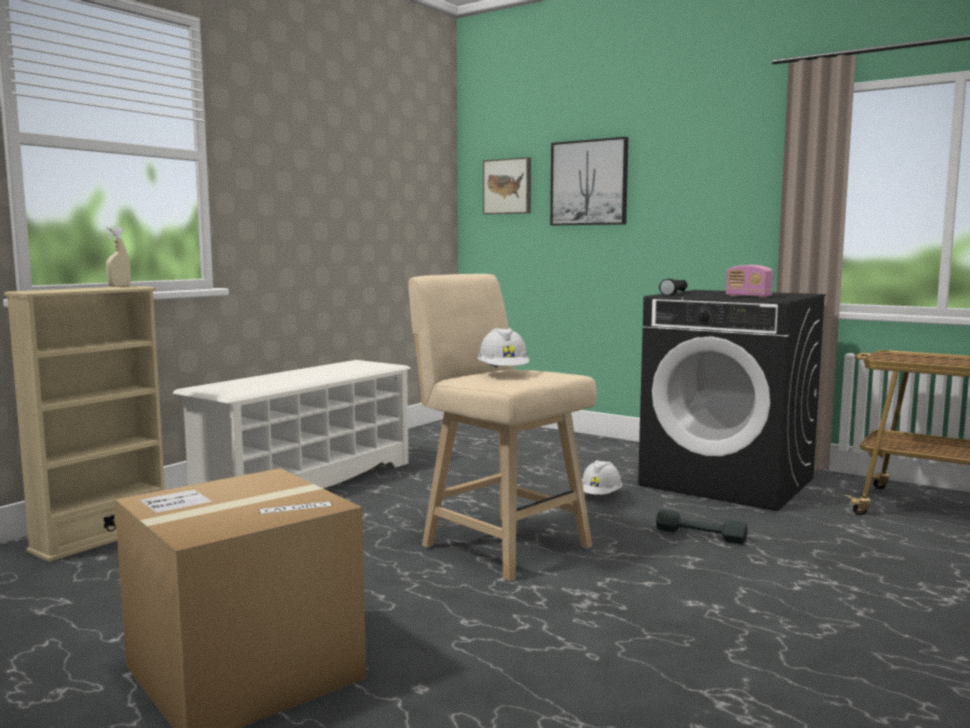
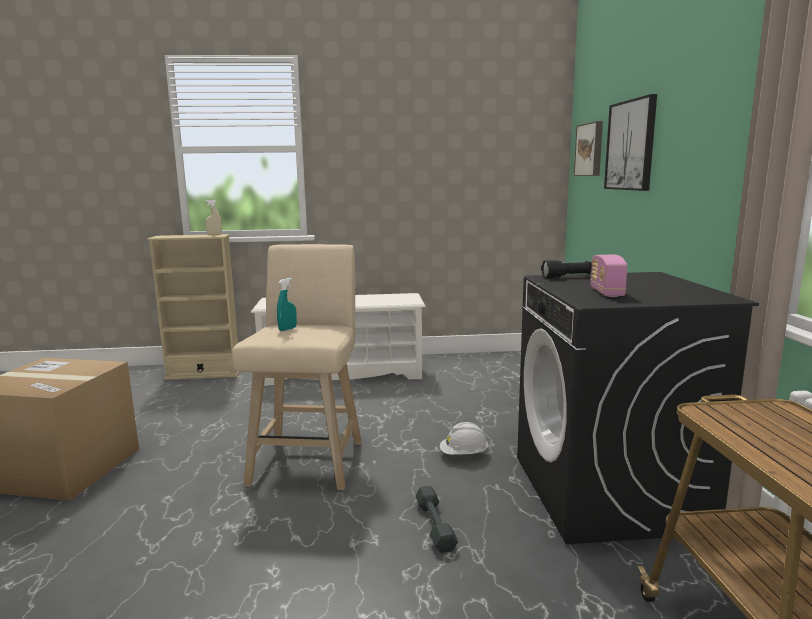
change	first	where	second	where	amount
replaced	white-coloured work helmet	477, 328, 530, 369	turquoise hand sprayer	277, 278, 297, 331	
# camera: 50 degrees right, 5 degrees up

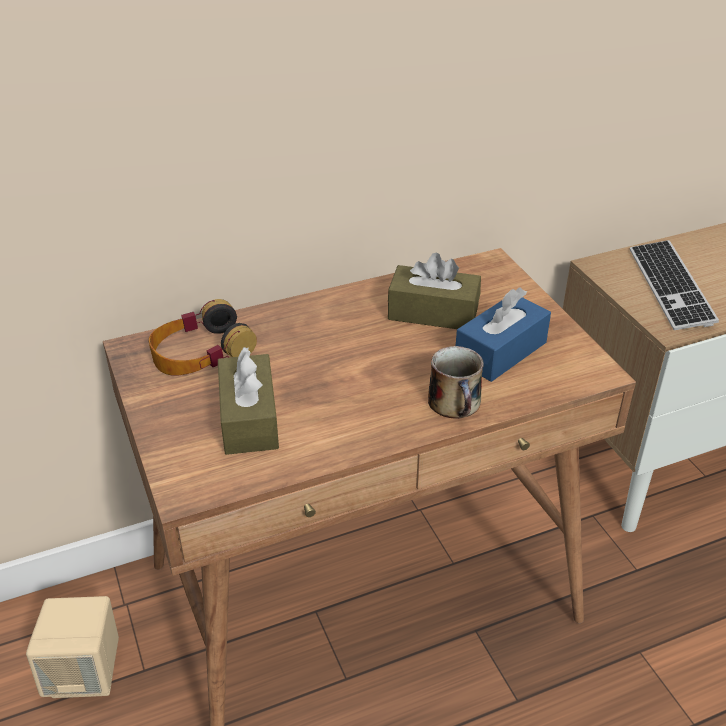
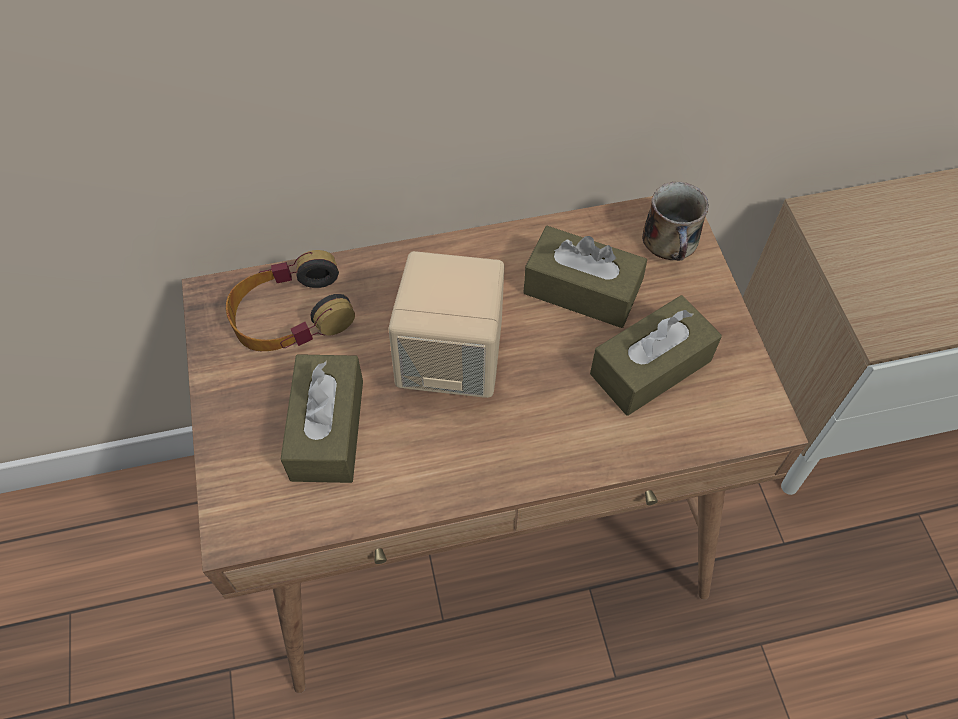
change	first	where	second	where	amount
removed	keyboard	630, 240, 719, 330			
moved	beige speaker	26, 596, 119, 698		389, 251, 505, 398	
moved	tea mug	428, 346, 484, 419		642, 182, 709, 261	
recoloured	blue tissue holder	456, 287, 551, 382	brown-coloured tissue holder	590, 295, 722, 416	
# camera: 10 degrees right, 20 degrees up

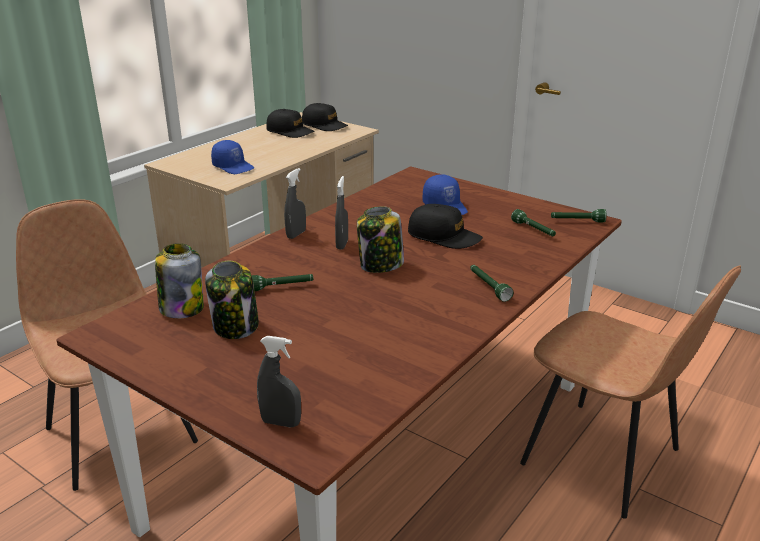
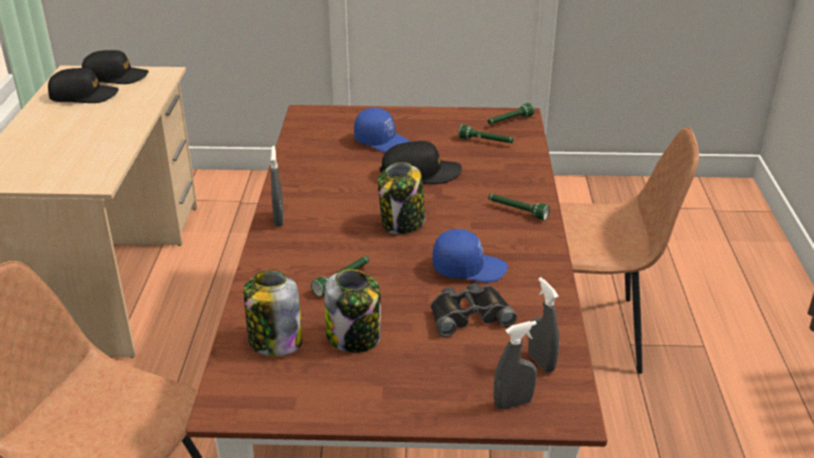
change	first	where	second	where	amount
added			black pair of binoculars	431, 283, 517, 337	
moved	blue baseball cap	211, 140, 254, 174		432, 229, 508, 282	
moved	grey hand sprayer	335, 176, 348, 249		528, 277, 559, 373	
# camera: 35 degrees left, 5 degrees up

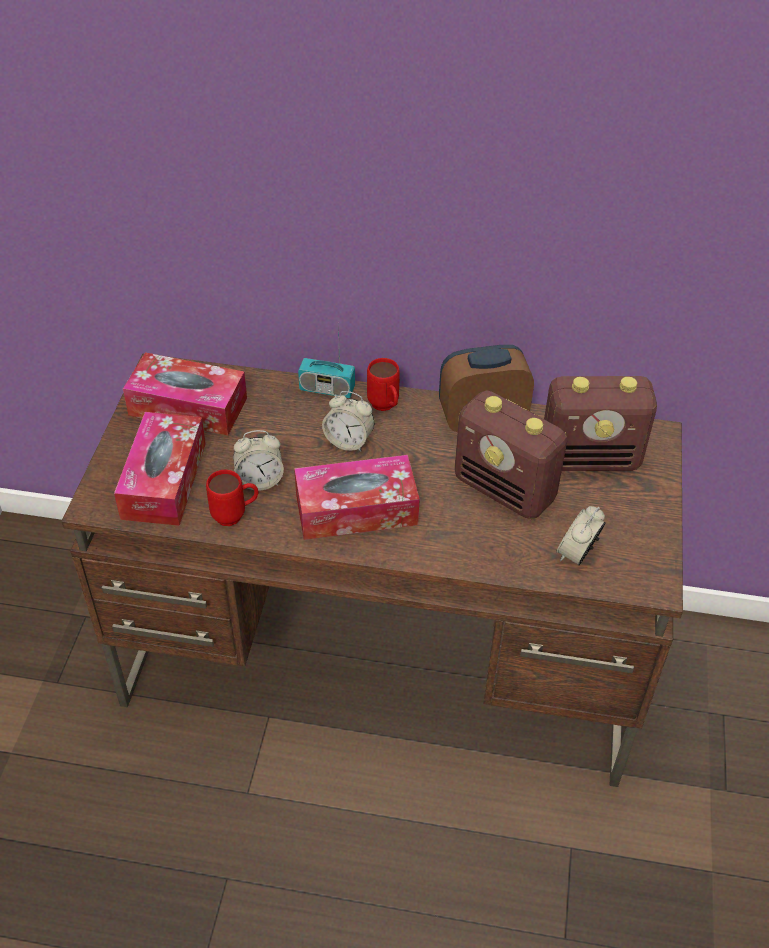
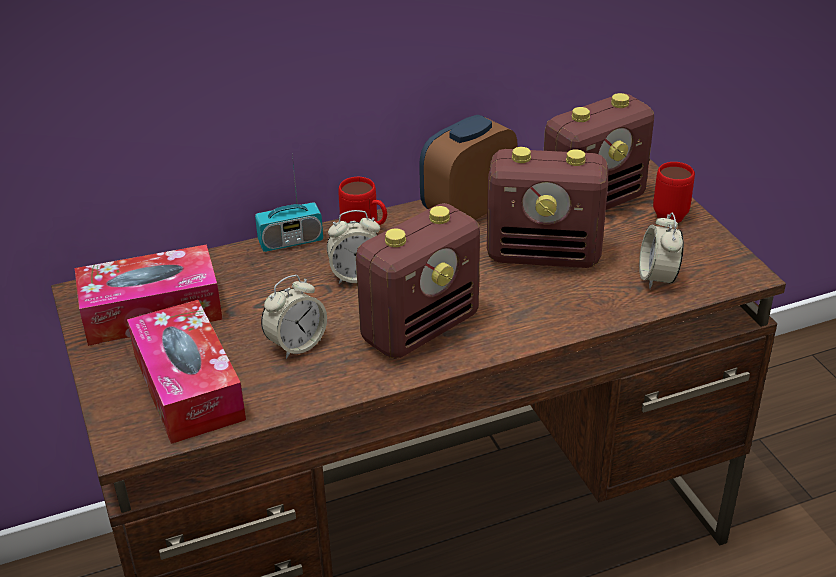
change	first	where	second	where	amount
moved	red tea mug	206, 470, 258, 526		653, 162, 695, 223	
replaced	tissue holder	294, 455, 420, 540	radio receiver	356, 203, 480, 359	
# camera: 30 degrees left, 10 degrees down

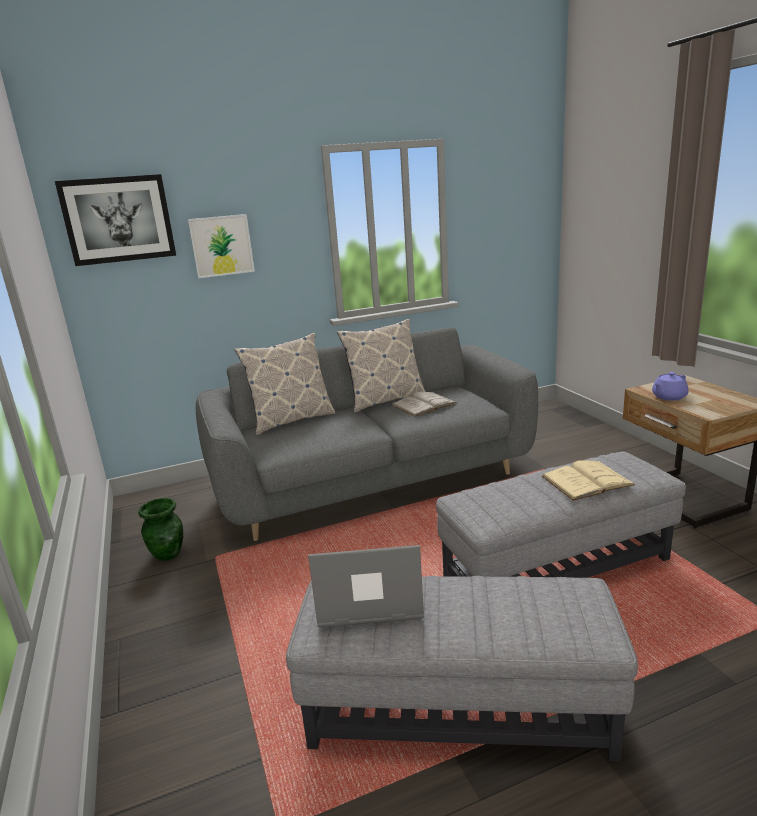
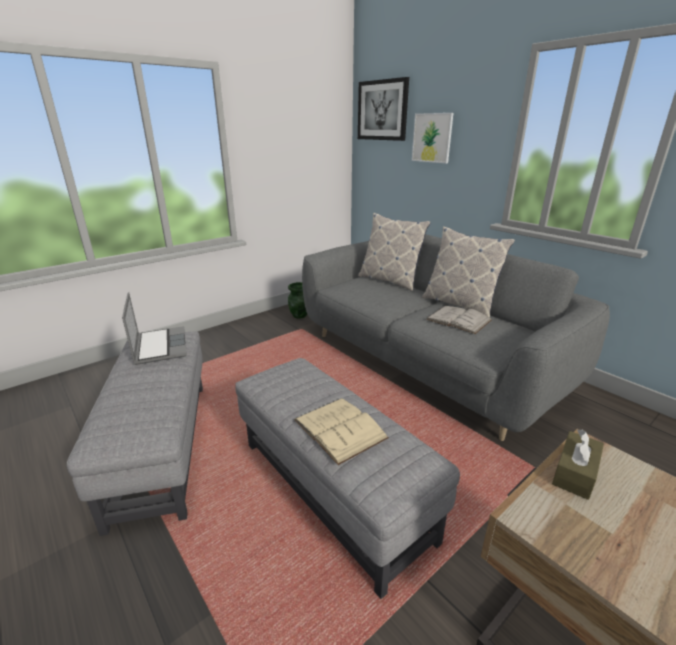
change	first	where	second	where	amount
replaced	purplish teapot	652, 372, 689, 401	brown-coloured tissue holder	552, 430, 604, 500	
# camera: 70 degrees right, 5 degrees up

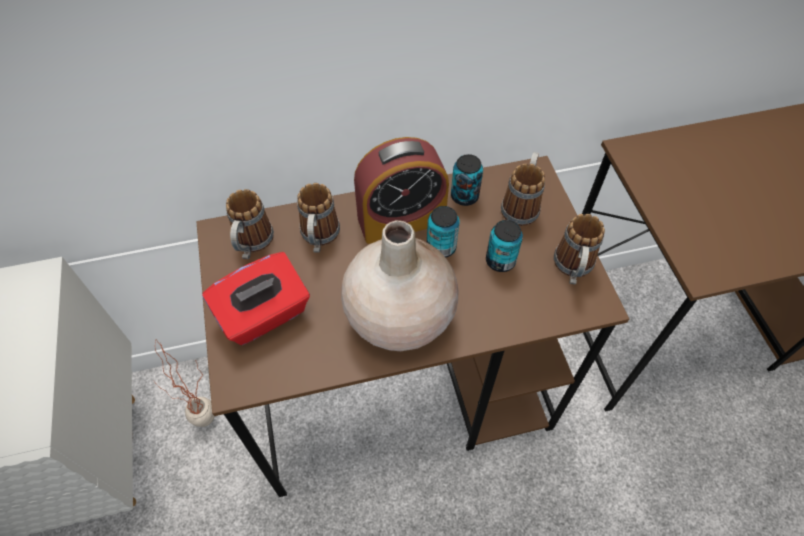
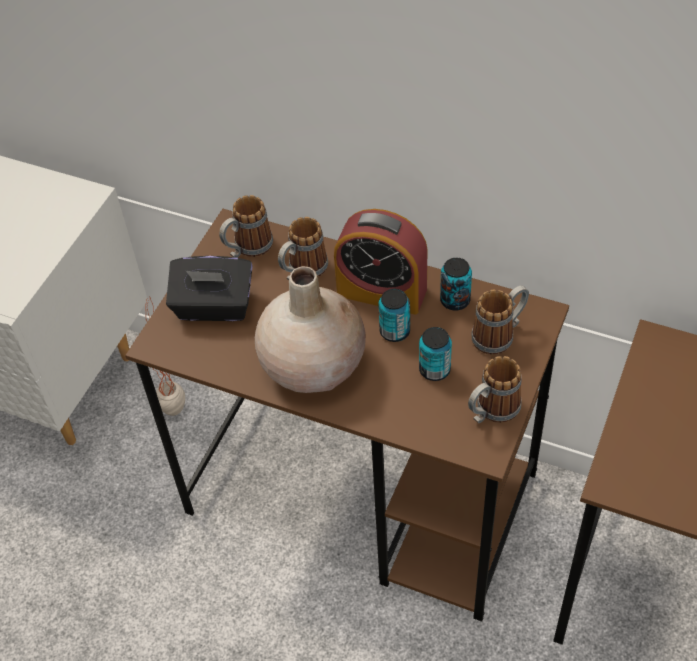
change	first	where	second	where	amount
recoloured	red tissue holder	202, 252, 310, 345	black tissue holder	166, 256, 253, 321	
# camera: 40 degrees right, 5 degrees down

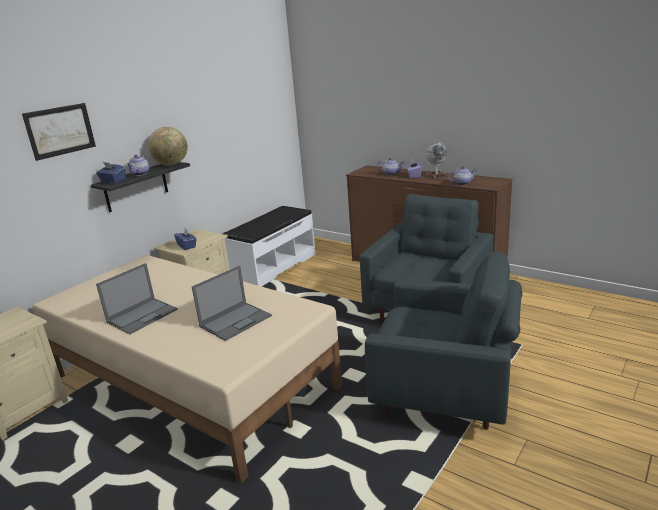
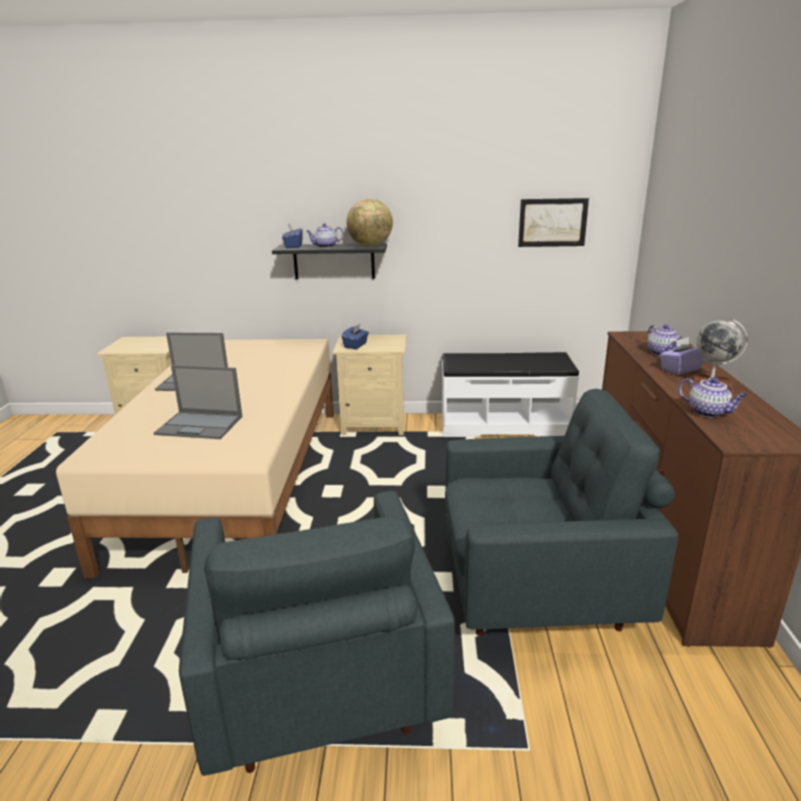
change	first	where	second	where	amount
moved	picture	22, 103, 96, 161		518, 198, 589, 247	
# camera: 55 degrees right, 0 degrees up

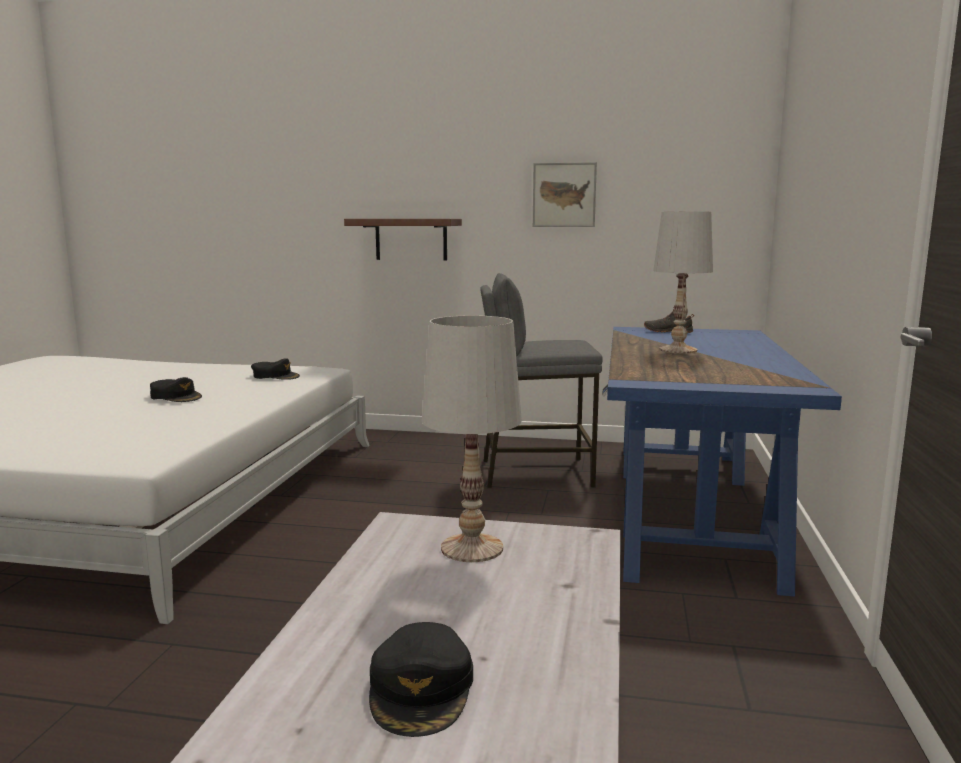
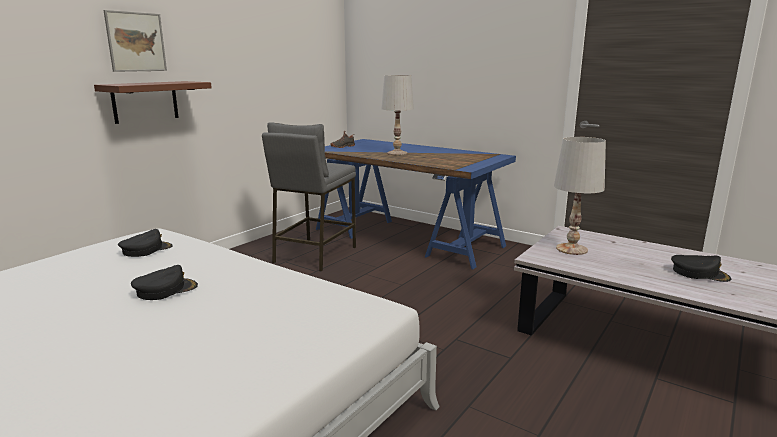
change	first	where	second	where	amount
moved	picture	533, 162, 597, 227		103, 10, 167, 72	
# camera: 65 degrees left, 5 degrees up

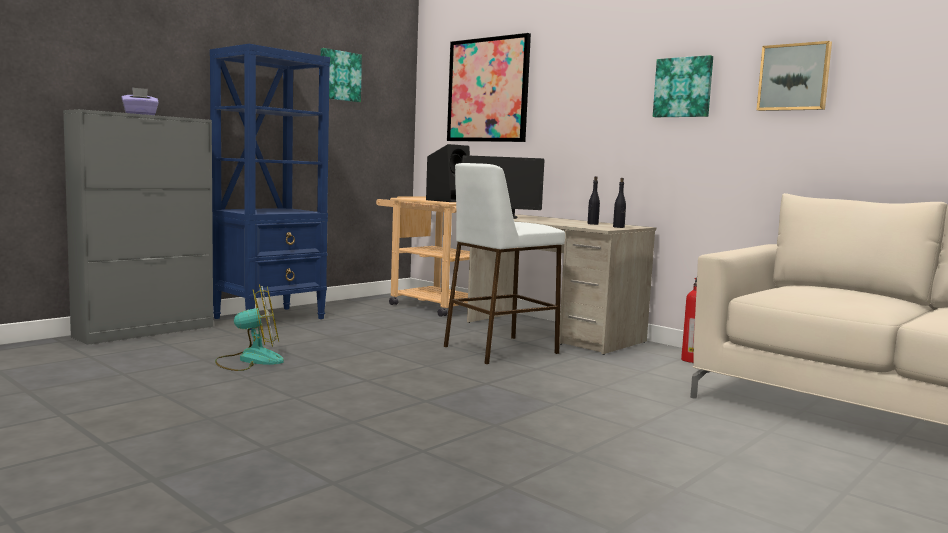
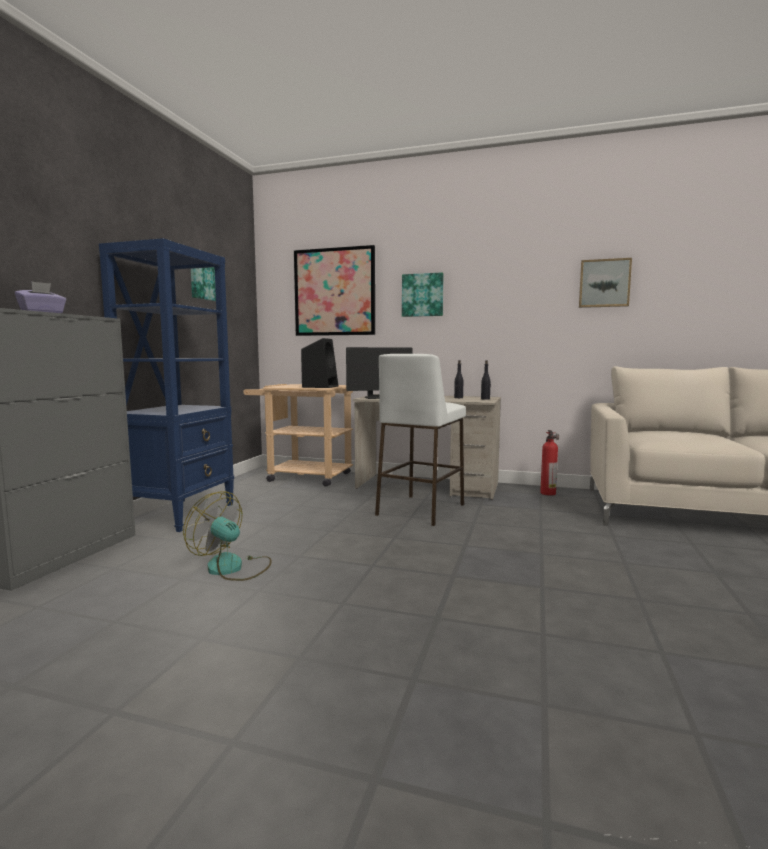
change	first	where	second	where	amount
moved	picture	653, 55, 713, 117		402, 273, 444, 317	
turned	fan	215, 284, 284, 371		183, 491, 272, 581	105 degrees counterclockwise
# camera: 25 degrees left, 0 degrees up

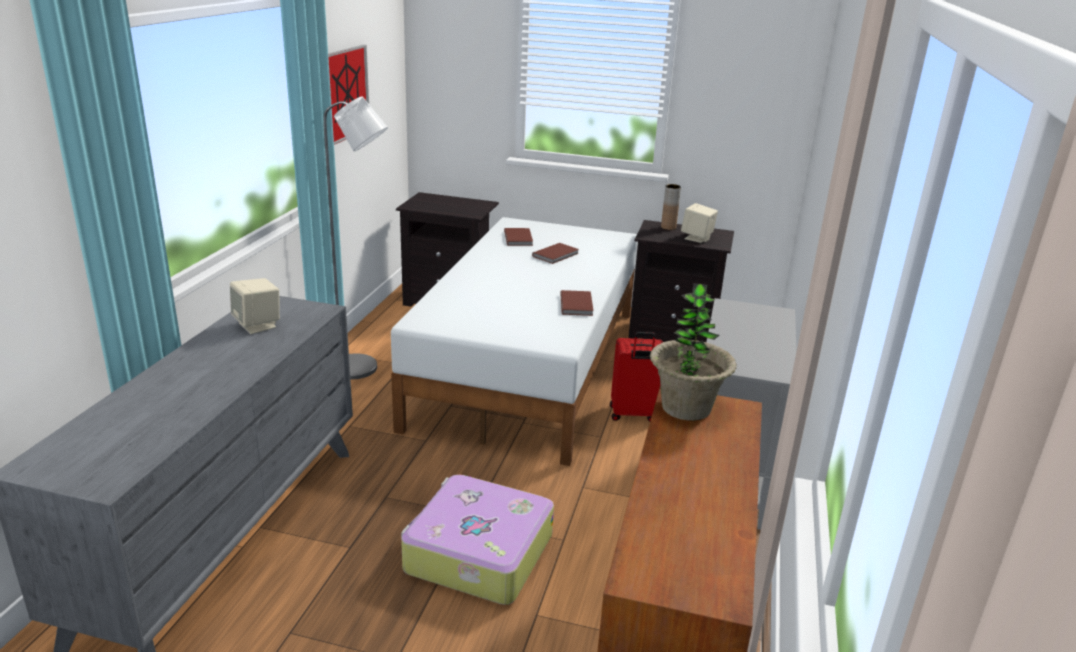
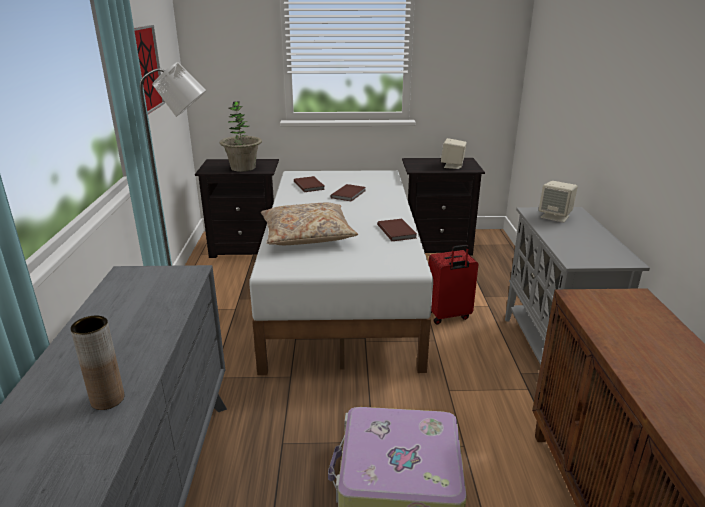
change	first	where	second	where	amount
added			beige throw pillow	261, 203, 358, 245	
moved	beige speaker	230, 278, 280, 334		539, 181, 578, 223	
moved	potted plant	650, 283, 737, 421		219, 101, 262, 172	
moved	brown-coloured vase	661, 184, 681, 230		70, 315, 125, 410	
# camera: 15 degrees left, 0 degrees up

